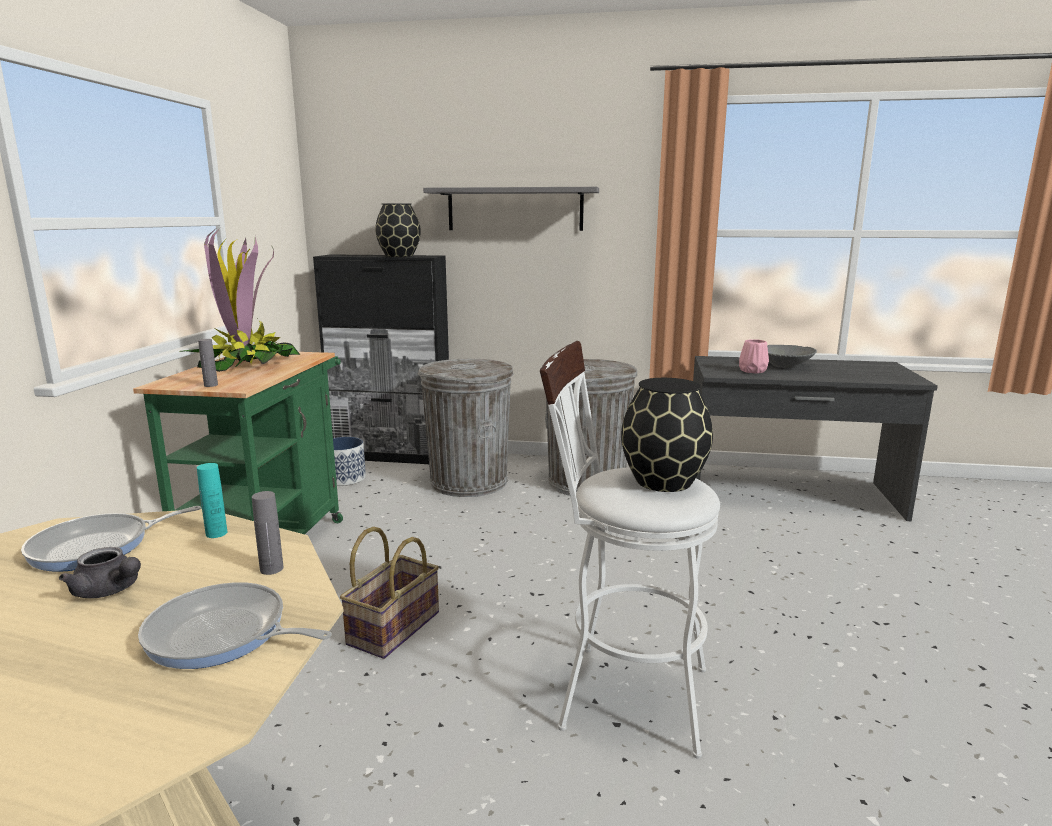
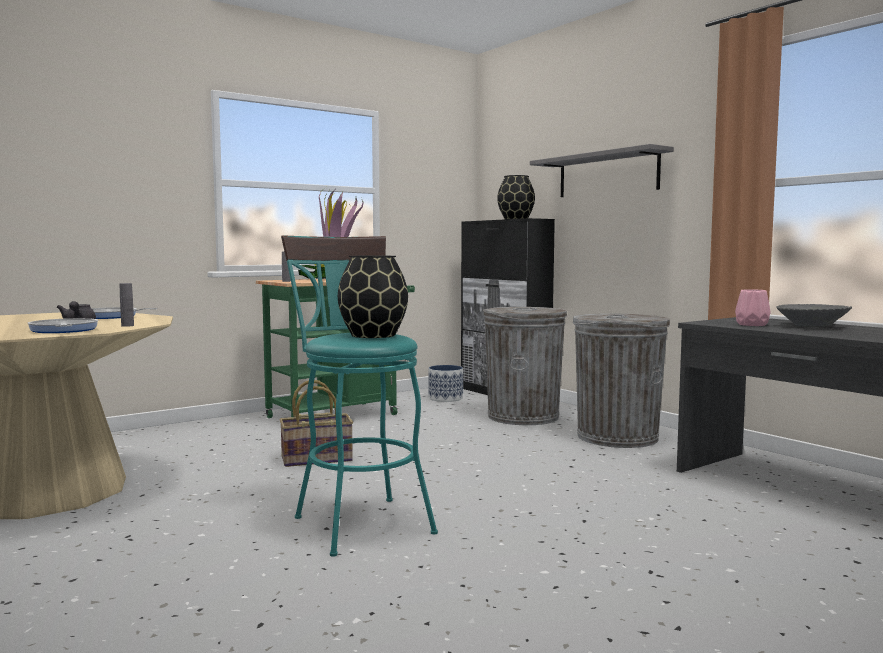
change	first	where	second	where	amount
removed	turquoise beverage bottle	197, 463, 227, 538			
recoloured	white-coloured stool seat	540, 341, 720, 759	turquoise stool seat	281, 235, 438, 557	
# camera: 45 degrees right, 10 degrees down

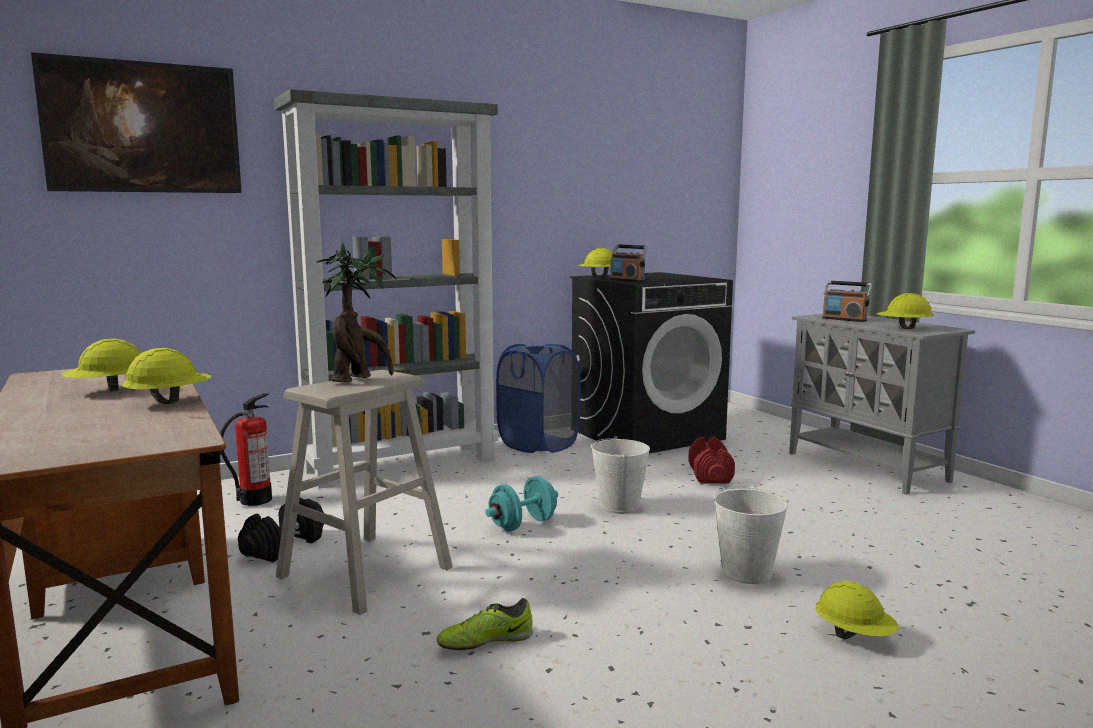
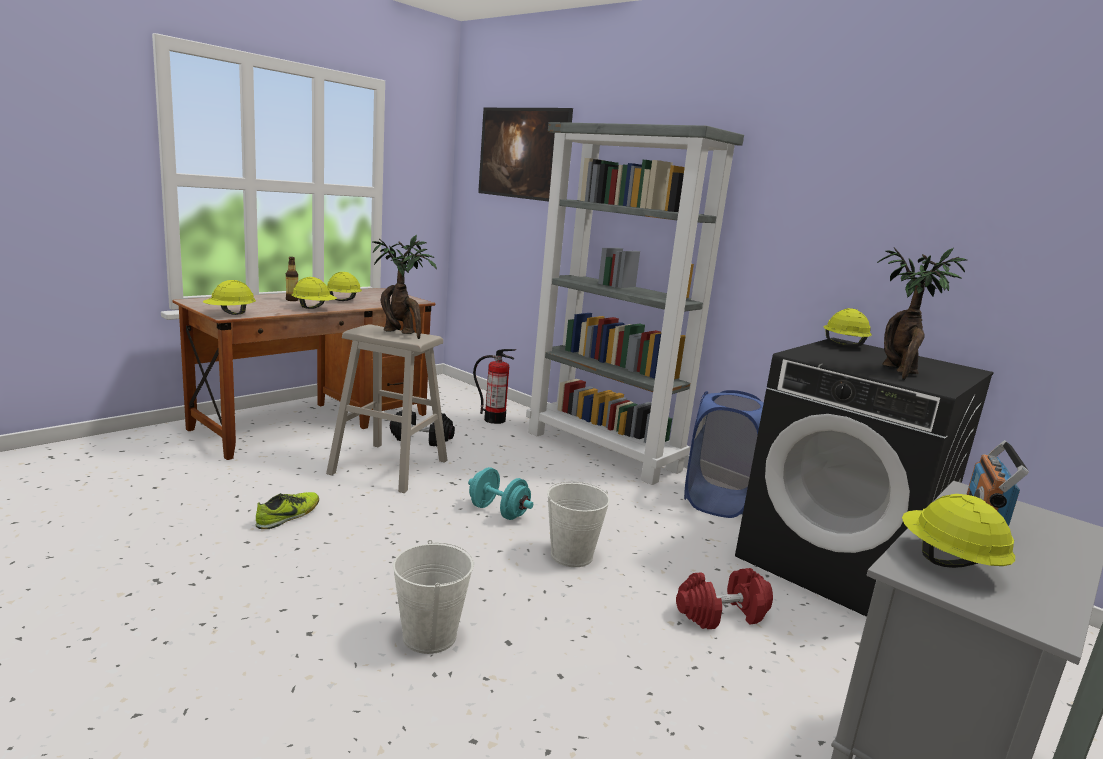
change	first	where	second	where	amount
removed	radio receiver	610, 244, 648, 282			
added			beverage bottle	286, 257, 299, 301	
added			potted plant	877, 248, 967, 380	
moved	yellow work helmet	816, 581, 899, 640		203, 280, 256, 315	
turned	low shoe	437, 598, 533, 650		256, 492, 319, 529	75 degrees clockwise
# camera: 70 degrees right, 5 degrees up

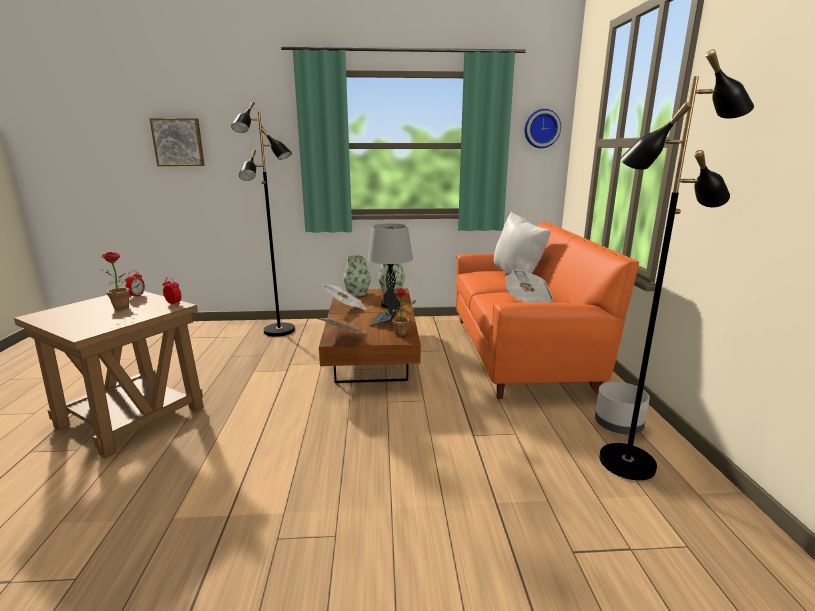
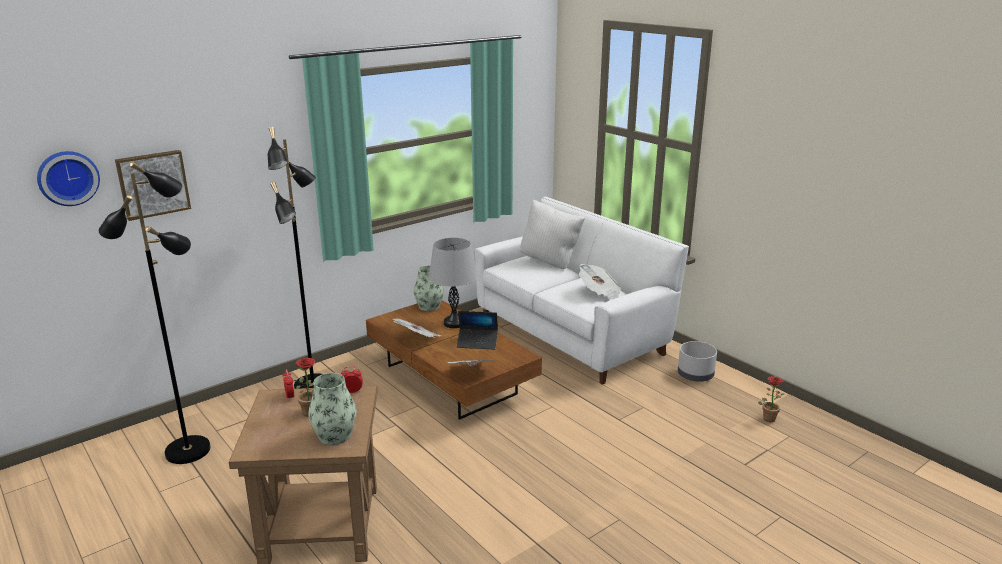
change	first	where	second	where	amount
moved	vase	343, 255, 371, 296		308, 373, 357, 445	
moved	potted plant	384, 288, 416, 336		758, 376, 784, 422	
moved	wall clock	525, 109, 561, 148		37, 151, 100, 206	
moved	black standing lamp	599, 49, 754, 480		99, 161, 210, 464	
recoloured	orange-coloured sofa	456, 221, 639, 399	white-coloured sofa	474, 197, 689, 385	
turned	laptop	369, 285, 400, 326		457, 311, 498, 350	60 degrees counterclockwise
# camera: 35 degrees left, 5 degrees up

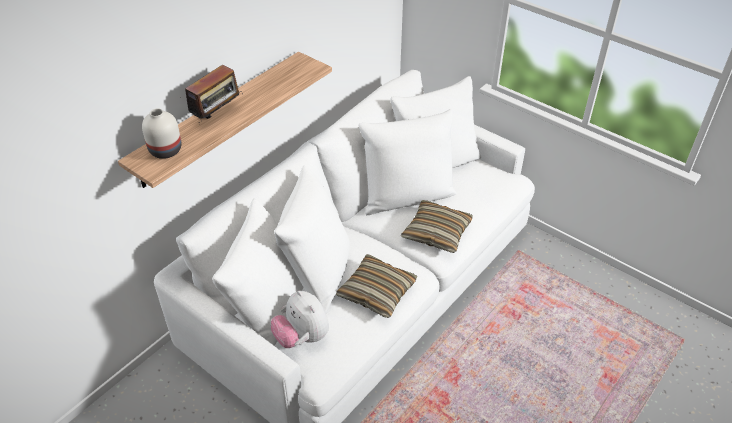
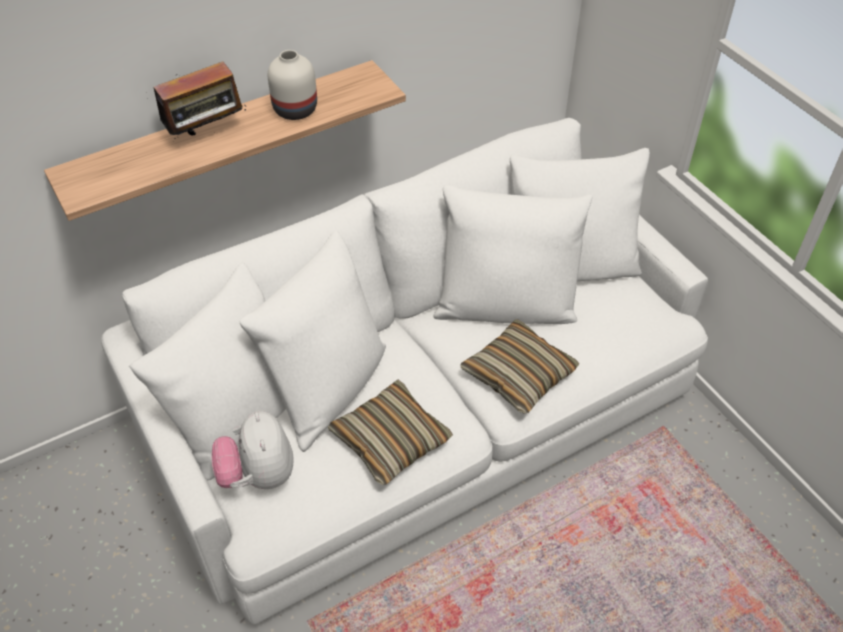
change	first	where	second	where	amount
moved	white-coloured vase	142, 108, 182, 159		268, 50, 317, 120	
# camera: 20 degrees right, 5 degrees up

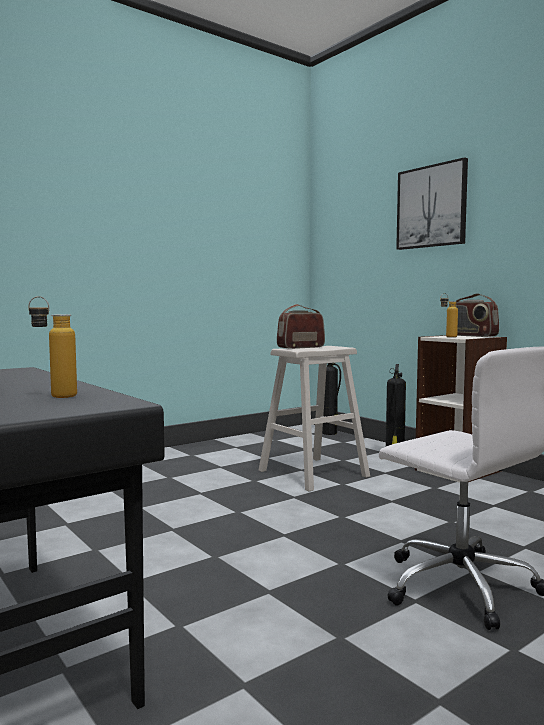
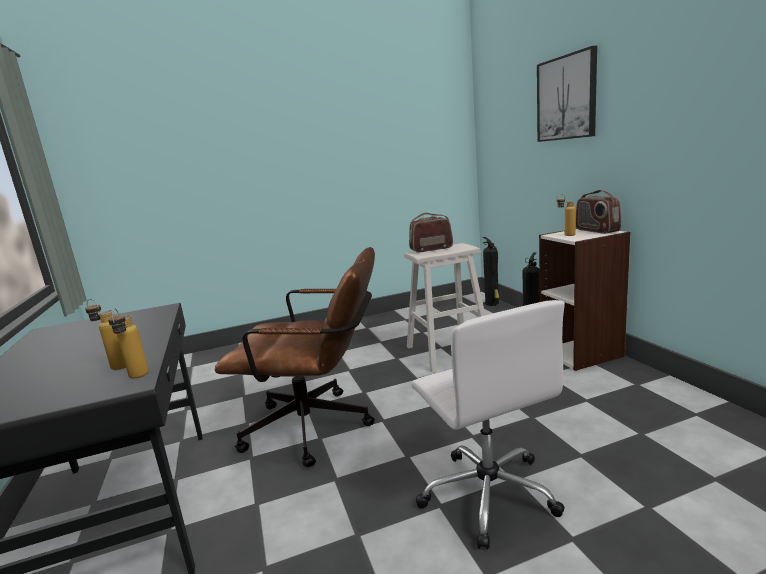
change	first	where	second	where	amount
added			beverage bottle	108, 309, 149, 378	
added			brown-coloured computer chair	215, 247, 375, 467	
# camera: 20 degrees right, 10 degrees up

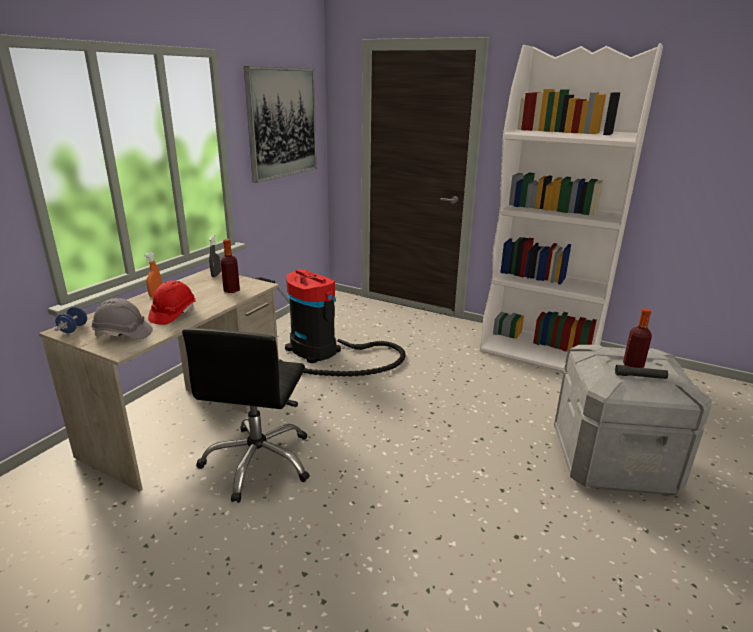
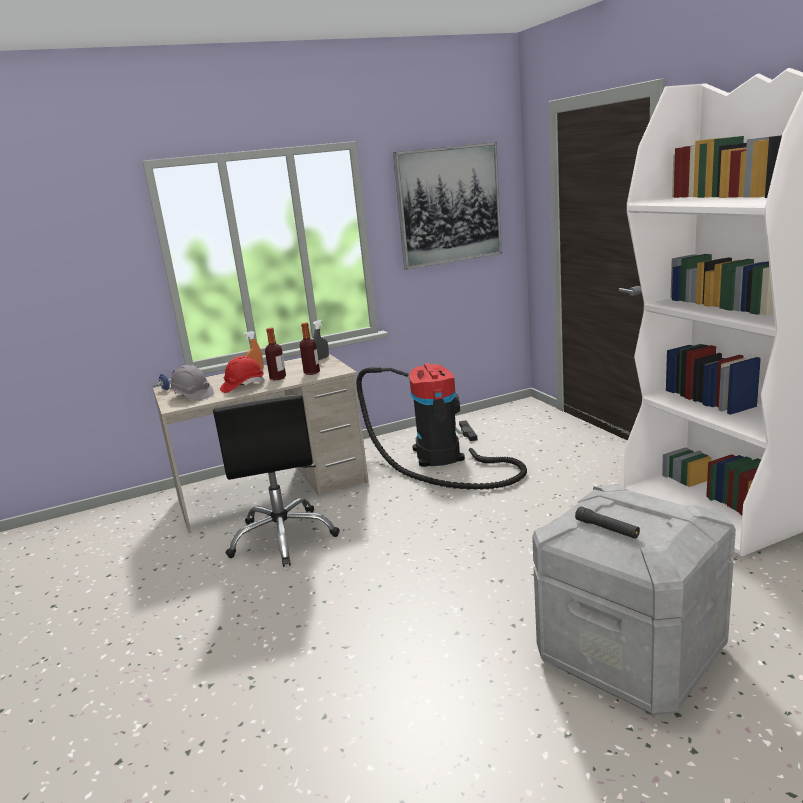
change	first	where	second	where	amount
moved	beverage bottle	623, 308, 652, 368		265, 328, 286, 380	
turned	black computer chair	182, 328, 310, 503		213, 394, 340, 567	60 degrees counterclockwise
# camera: 40 degrees right, 5 degrees down

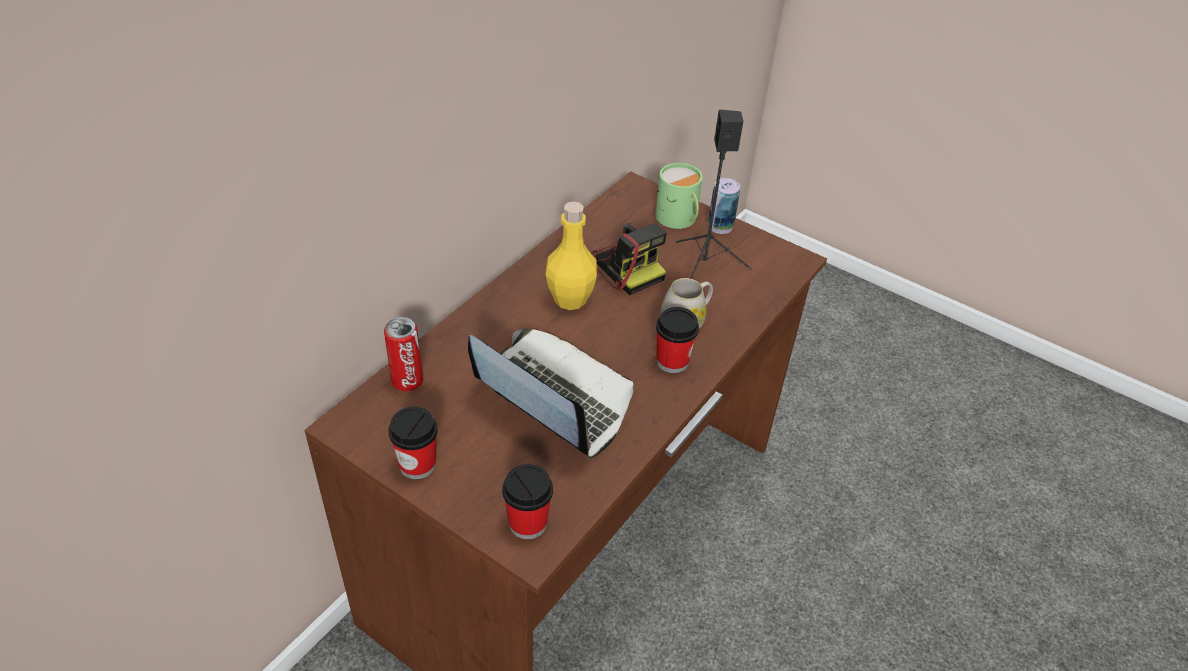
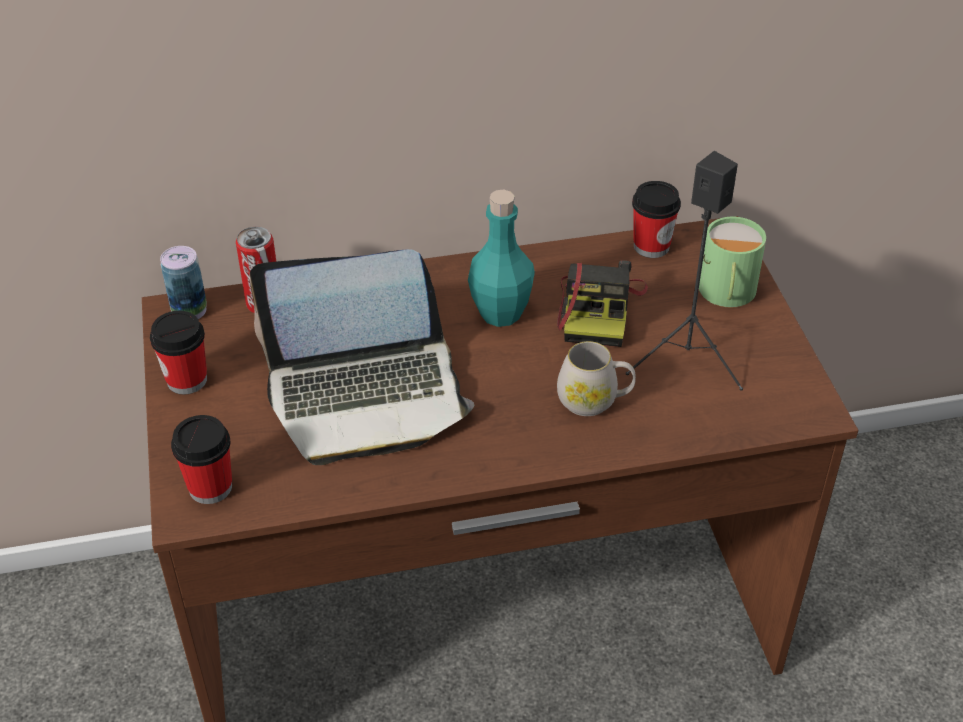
change	first	where	second	where	amount
moved	cup	656, 307, 699, 373		632, 181, 681, 258	
moved	metal can	708, 178, 740, 234		160, 246, 207, 319	
recoloured	yellow beverage bottle	546, 201, 597, 310	turquoise beverage bottle	468, 189, 535, 327	
turned	laptop	468, 329, 634, 459		249, 249, 474, 465	90 degrees clockwise
# camera: 45 degrees right, 0 degrees up

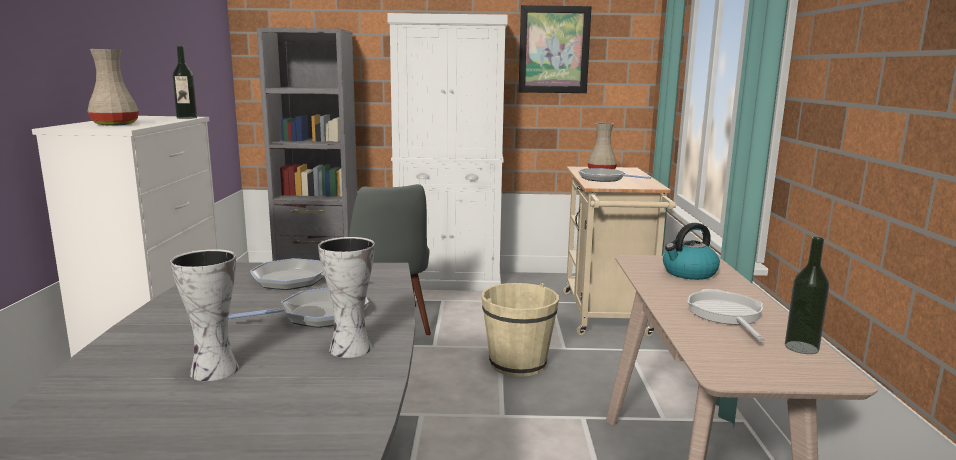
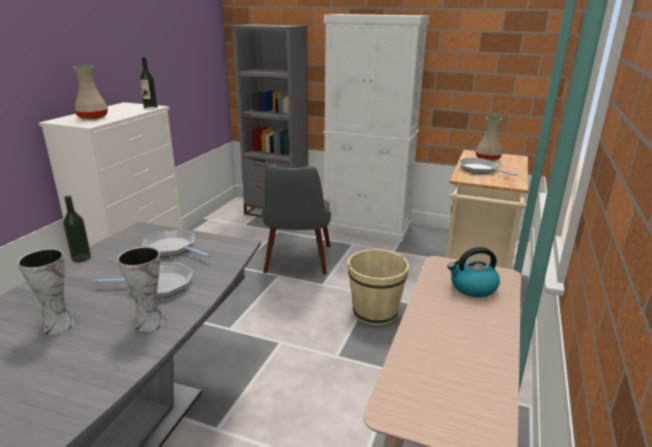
change	first	where	second	where	amount
removed	picture	518, 5, 592, 93			
removed	frying pan	687, 289, 765, 342			
moved	beverage bottle	785, 237, 829, 354		63, 196, 91, 263	
# camera: 20 degrees right, 10 degrees up

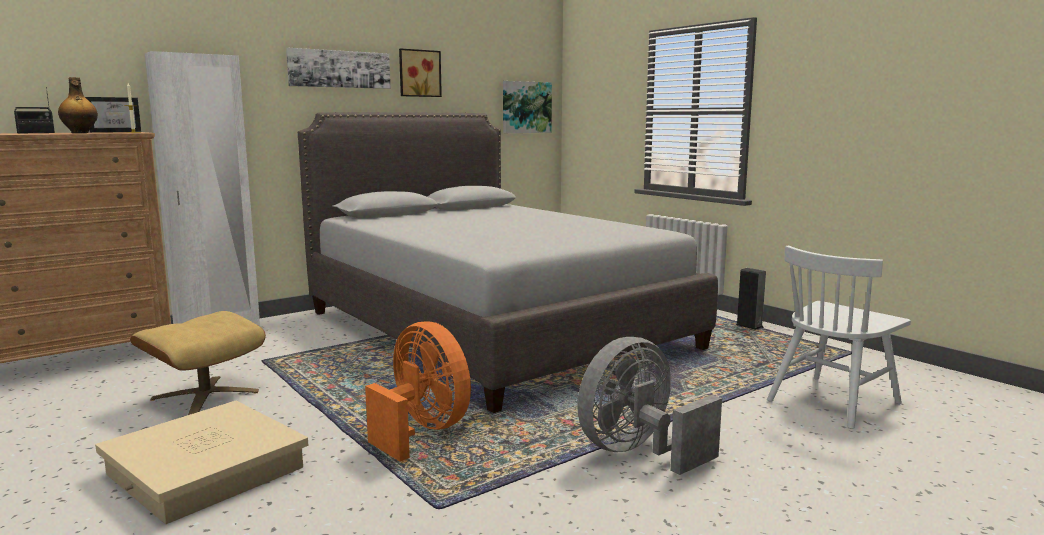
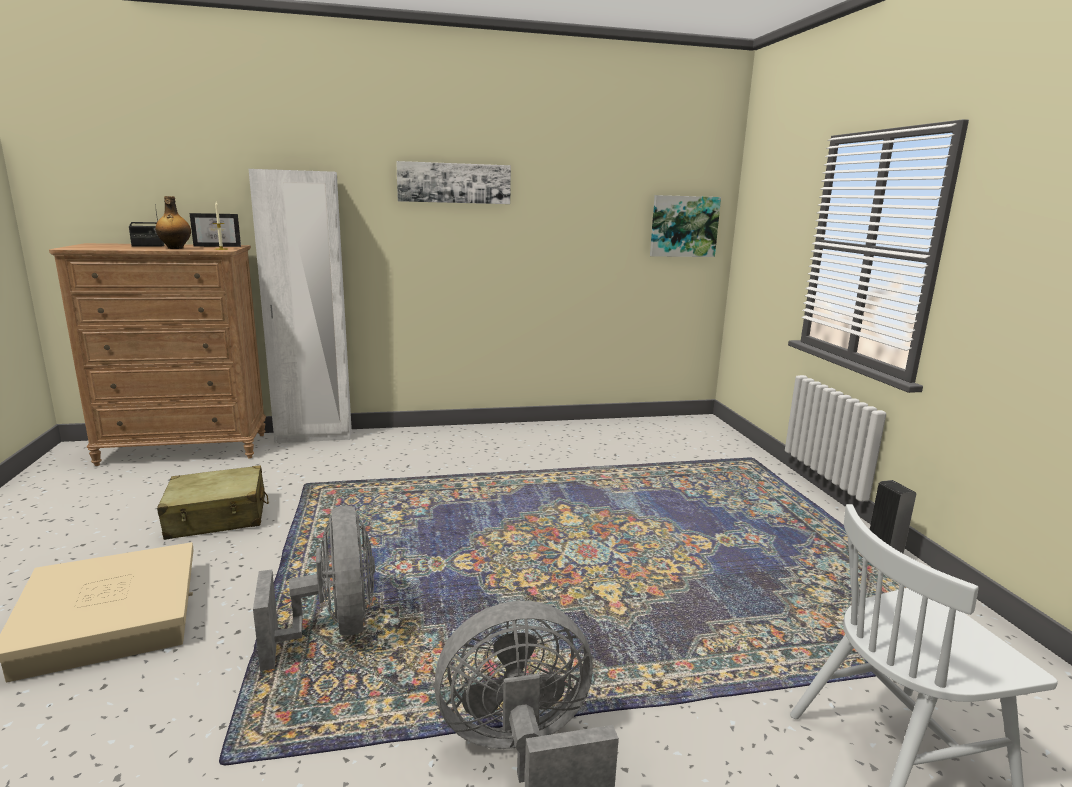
change	first	where	second	where	amount
removed	grey bedroom bed	298, 112, 718, 413			
removed	picture	399, 48, 442, 97			
replaced	beige pouffe	130, 311, 266, 415	beige piece of luggage	157, 465, 269, 540	
recoloured	orange-coloured fan	365, 321, 471, 461	grey fan	253, 506, 375, 671	
# camera: 25 degrees right, 5 degrees up

